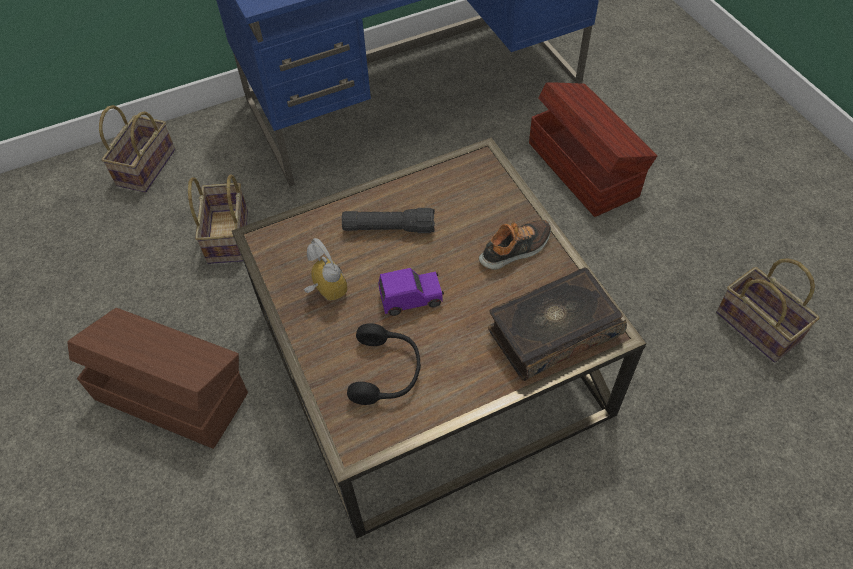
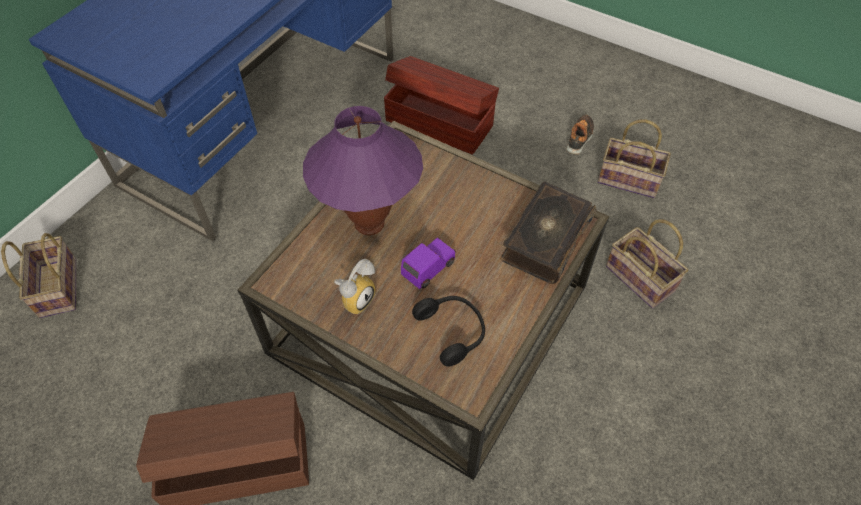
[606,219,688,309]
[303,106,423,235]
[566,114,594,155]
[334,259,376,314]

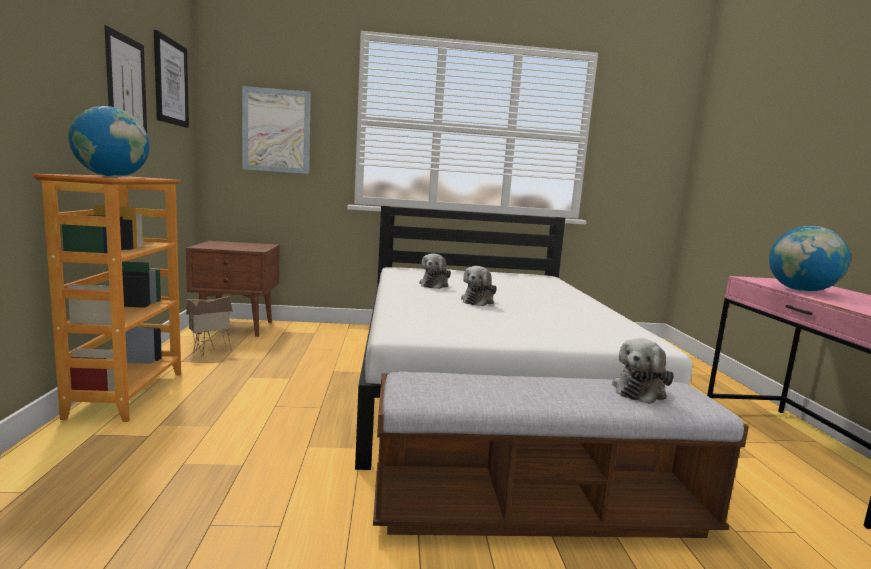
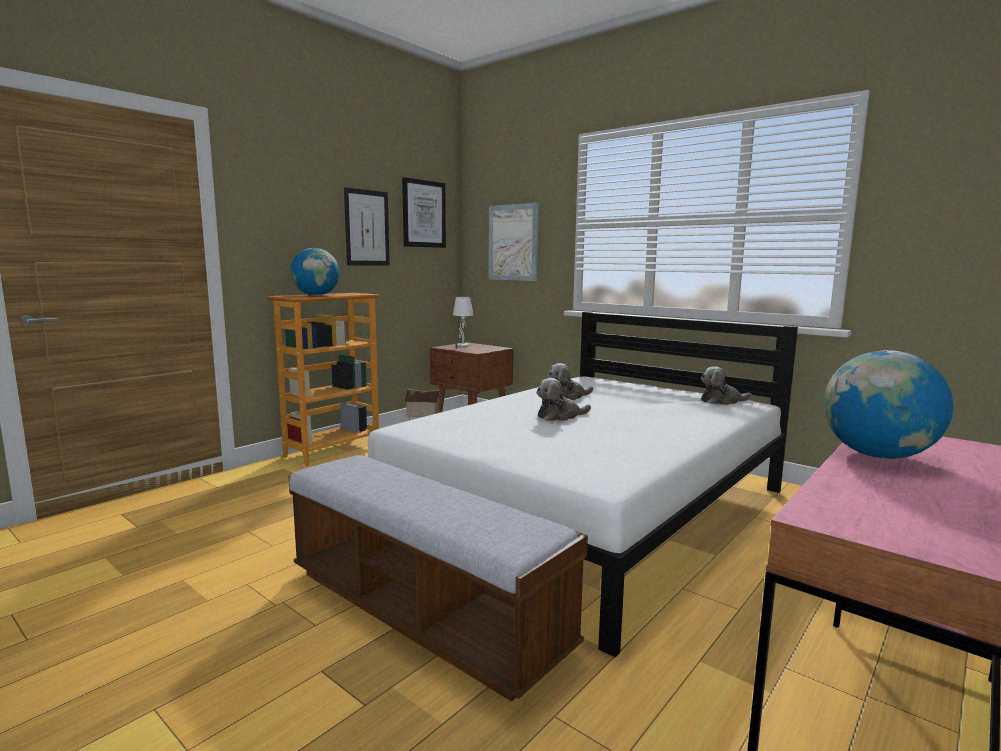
[701,366,752,405]
[453,297,473,347]

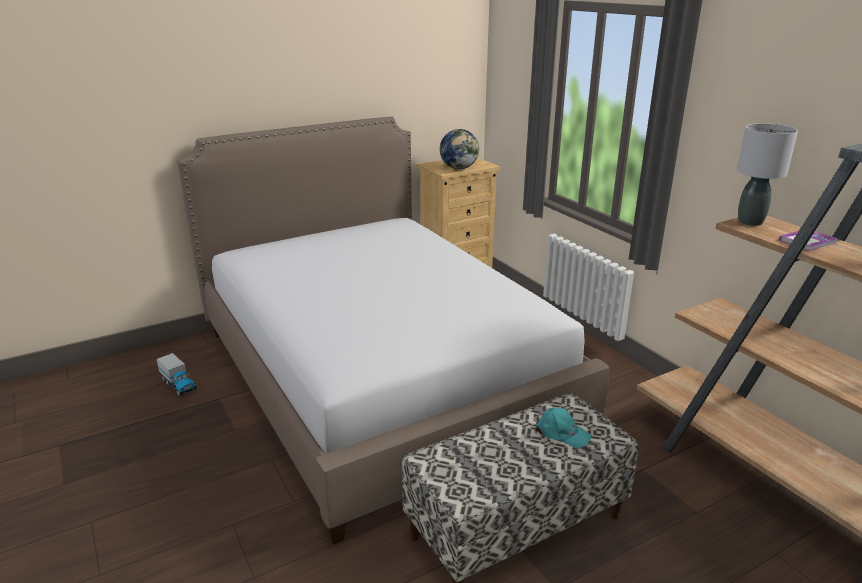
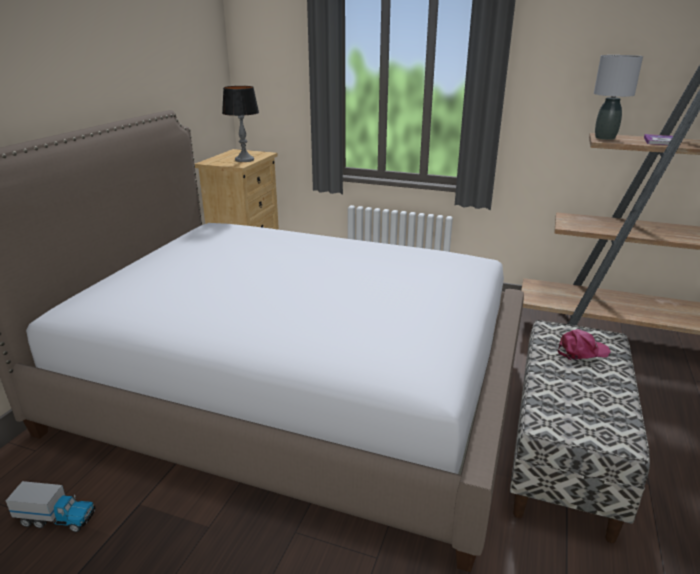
[222,86,259,162]
[558,329,611,361]

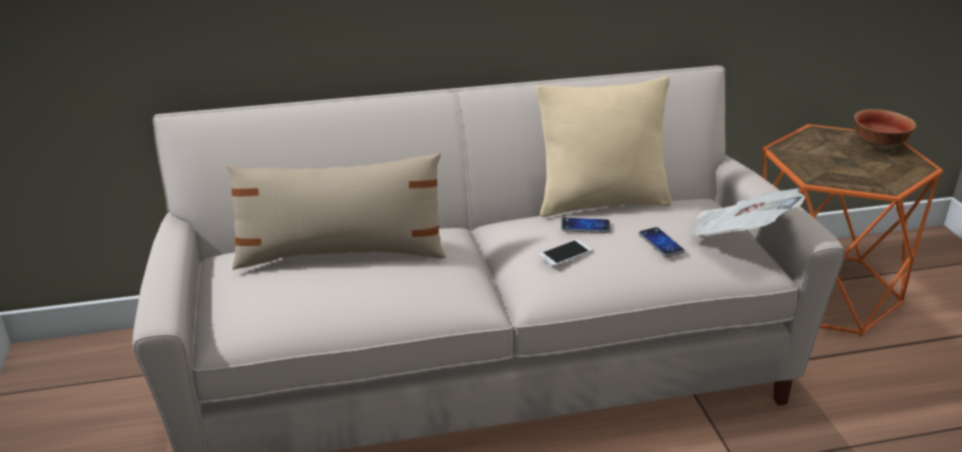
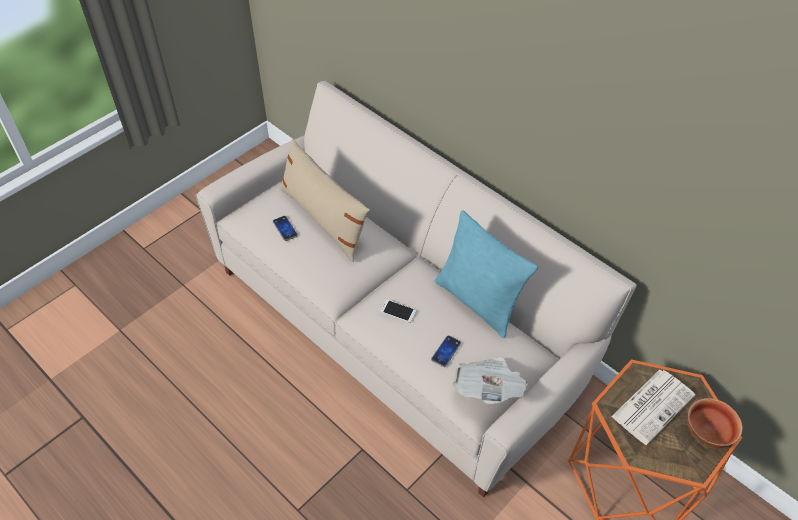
[435,210,538,338]
[273,216,298,241]
[611,370,695,445]

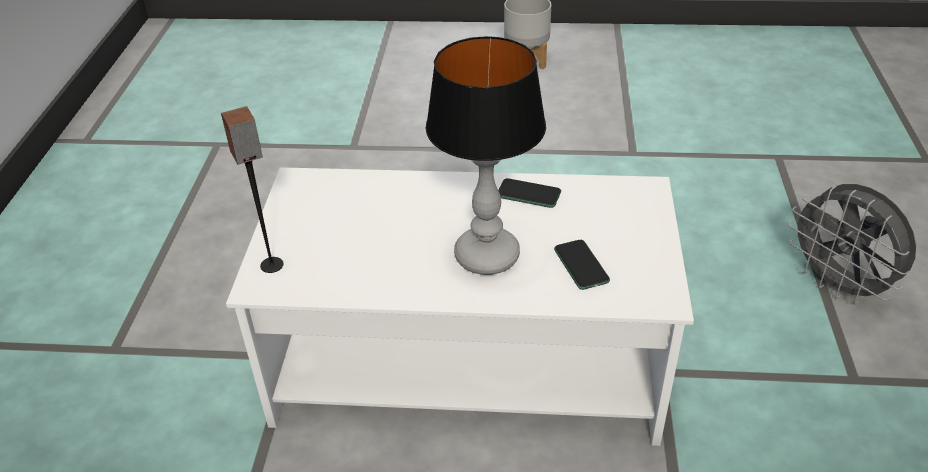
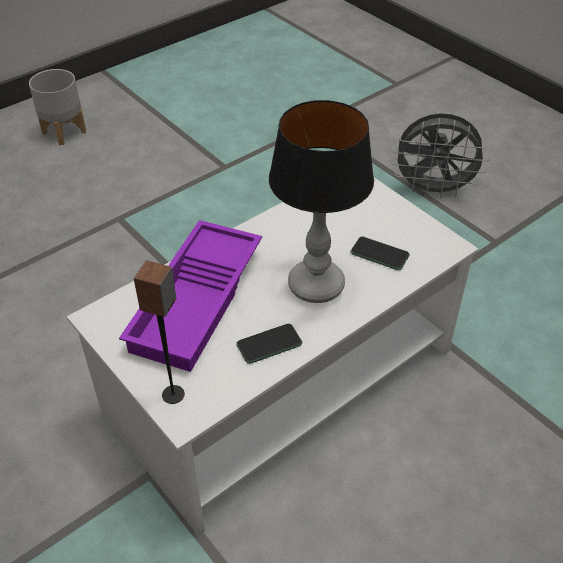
[236,324,302,364]
[119,220,262,372]

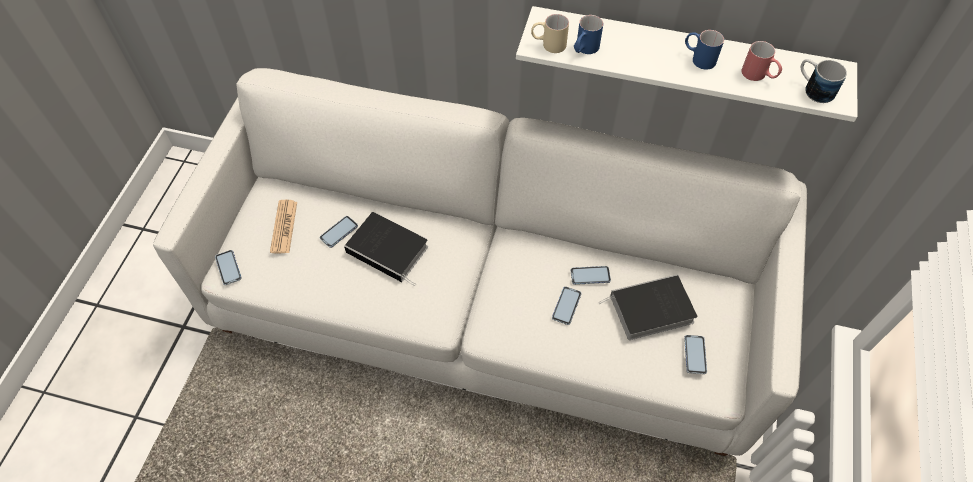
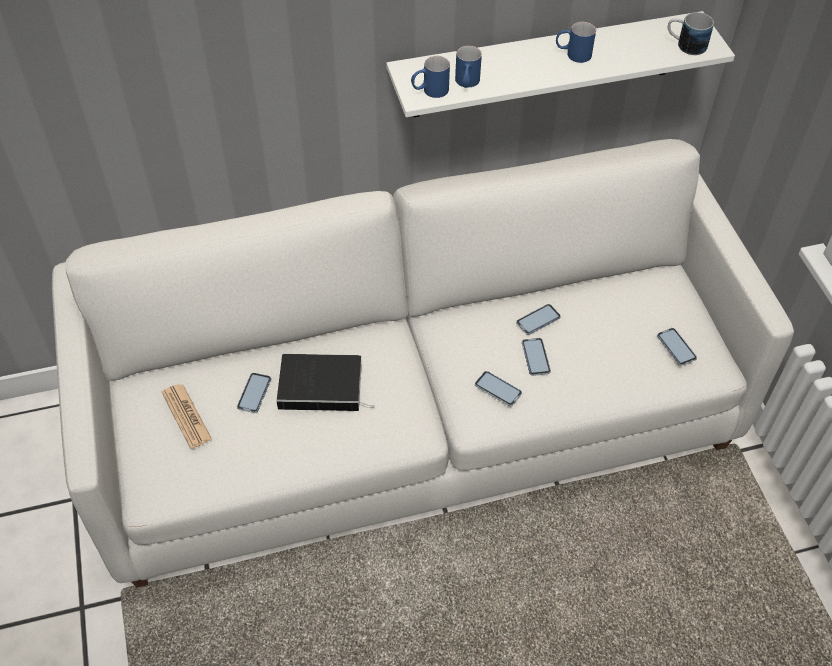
[411,56,450,98]
[741,41,782,81] (first image)
[475,371,522,406]
[599,274,697,340] (first image)

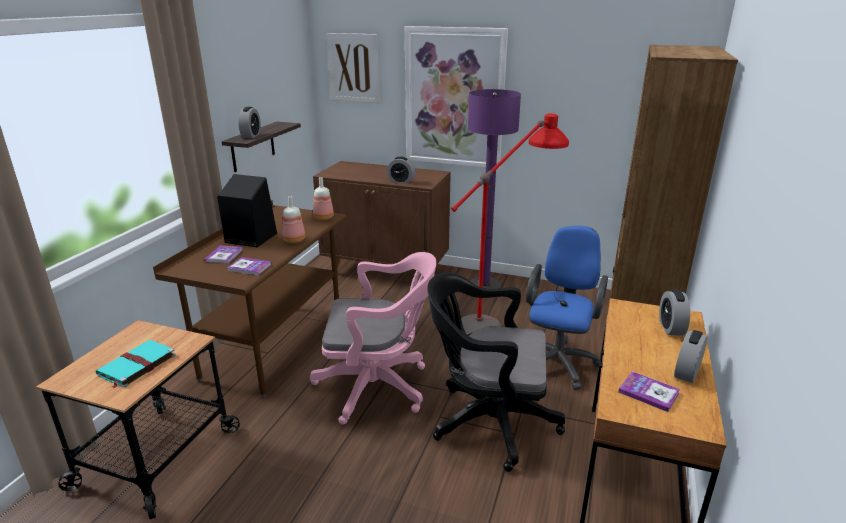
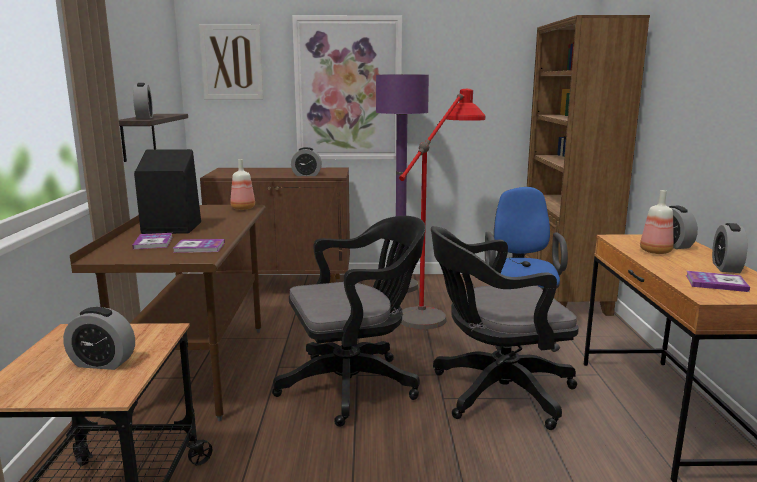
[640,190,674,254]
[272,216,425,427]
[63,307,135,370]

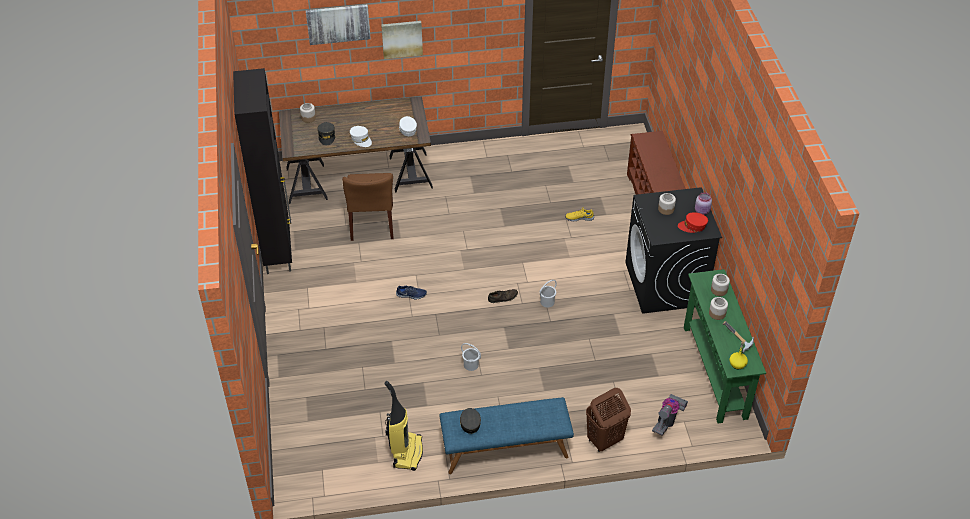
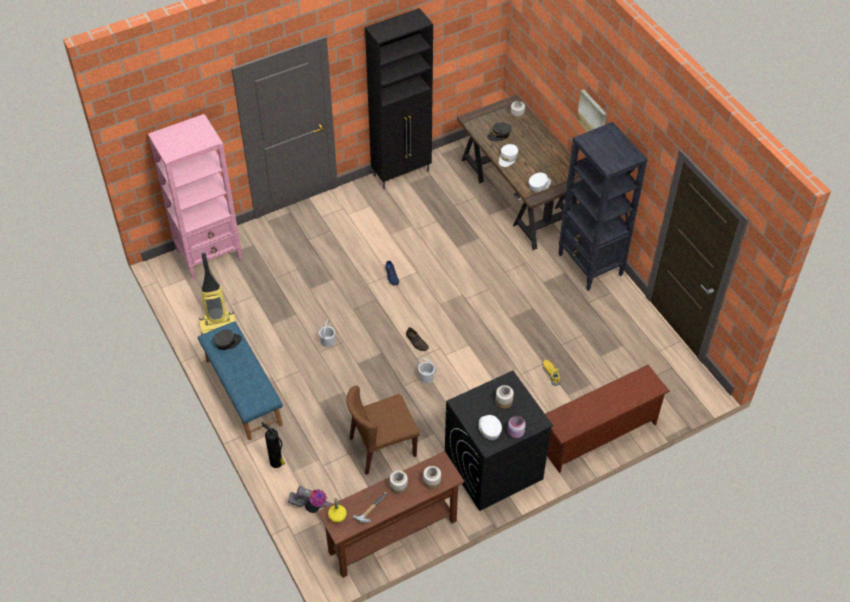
[306,4,371,45] (first image)
[346,386,419,475]
[479,415,502,440]
[317,451,465,577]
[261,422,285,468]
[148,114,242,279]
[558,122,648,291]

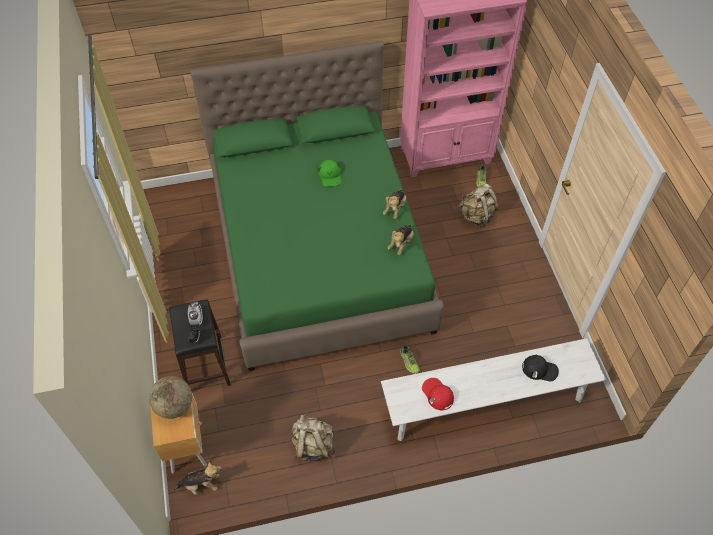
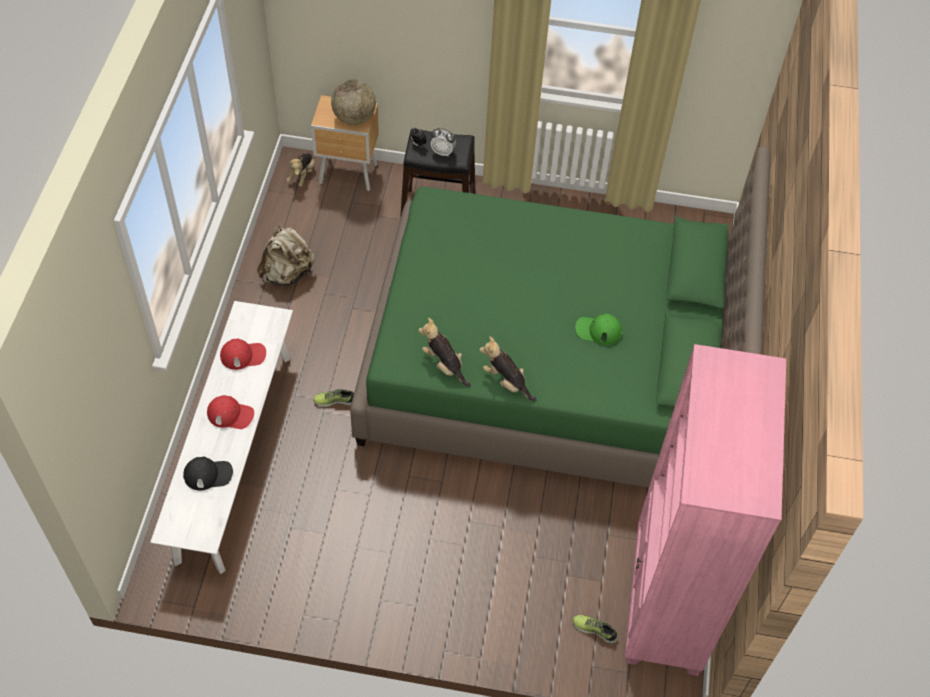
[458,183,499,228] (first image)
[183,456,233,490]
[207,395,254,429]

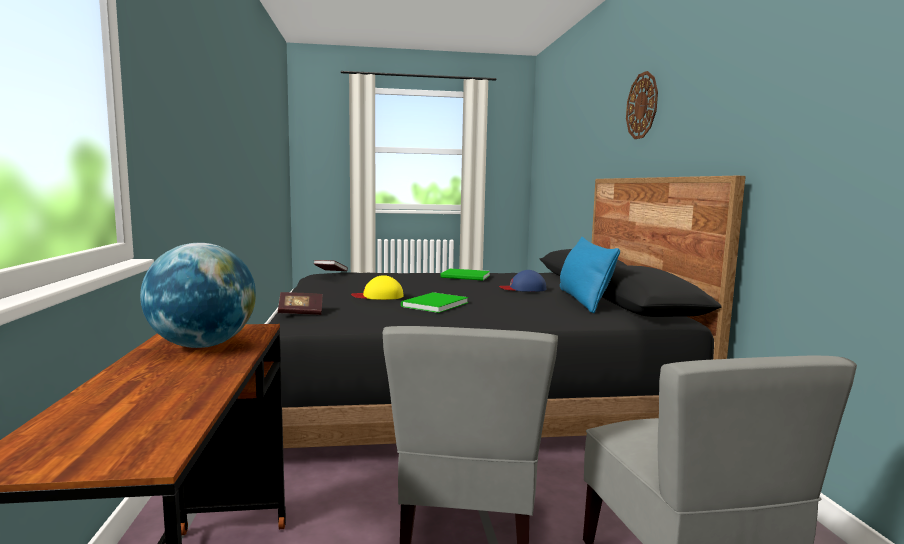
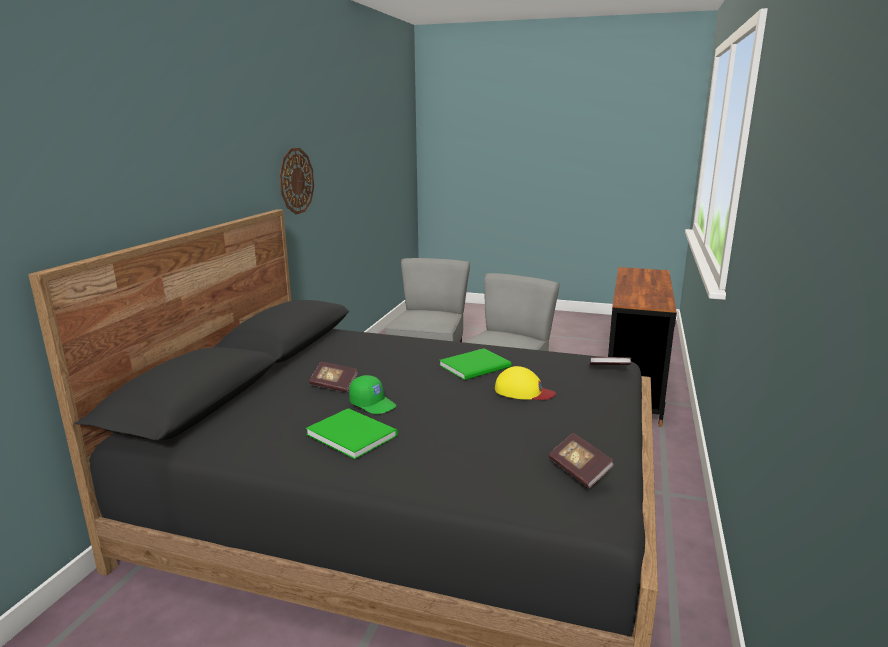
[279,148,314,214]
[560,237,620,313] (first image)
[140,243,256,348] (first image)
[309,362,358,393]
[349,375,396,414]

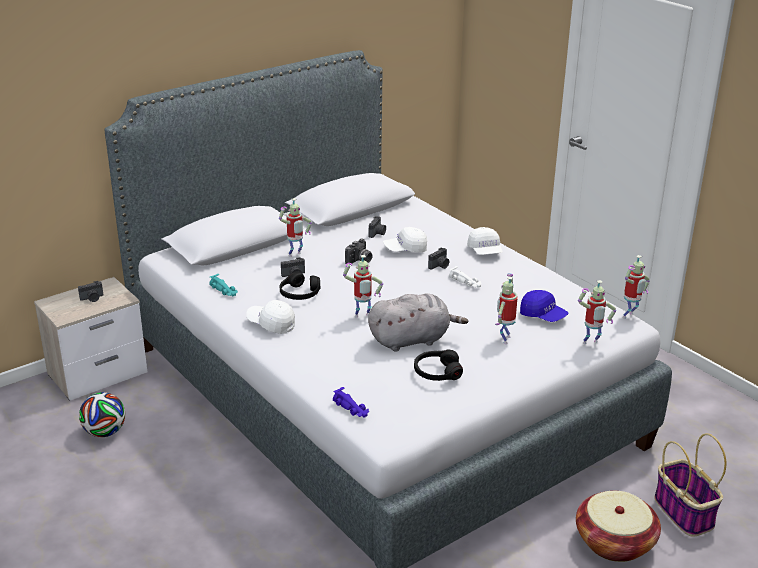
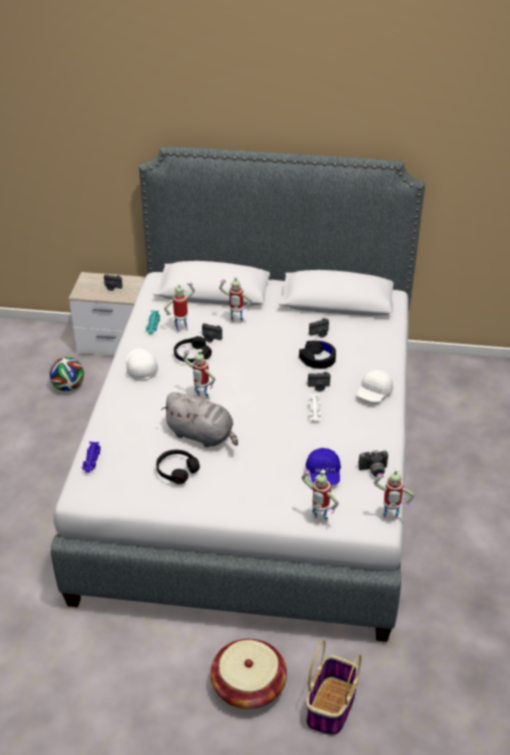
[299,341,336,369]
[358,450,388,477]
[164,282,195,333]

